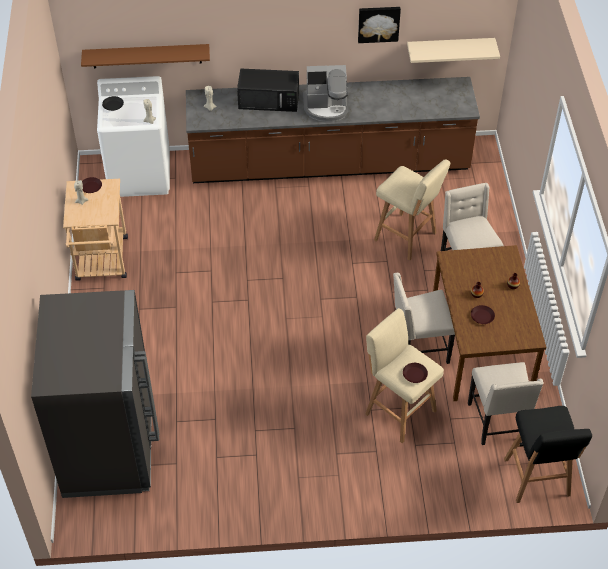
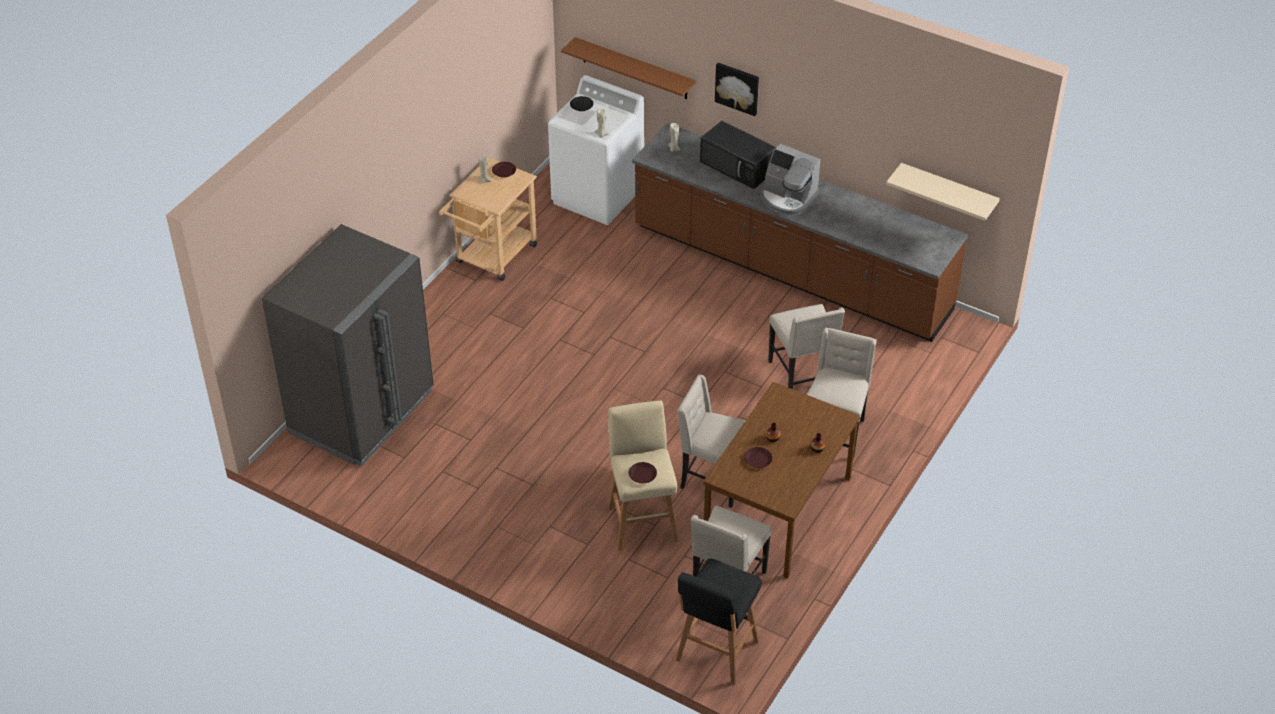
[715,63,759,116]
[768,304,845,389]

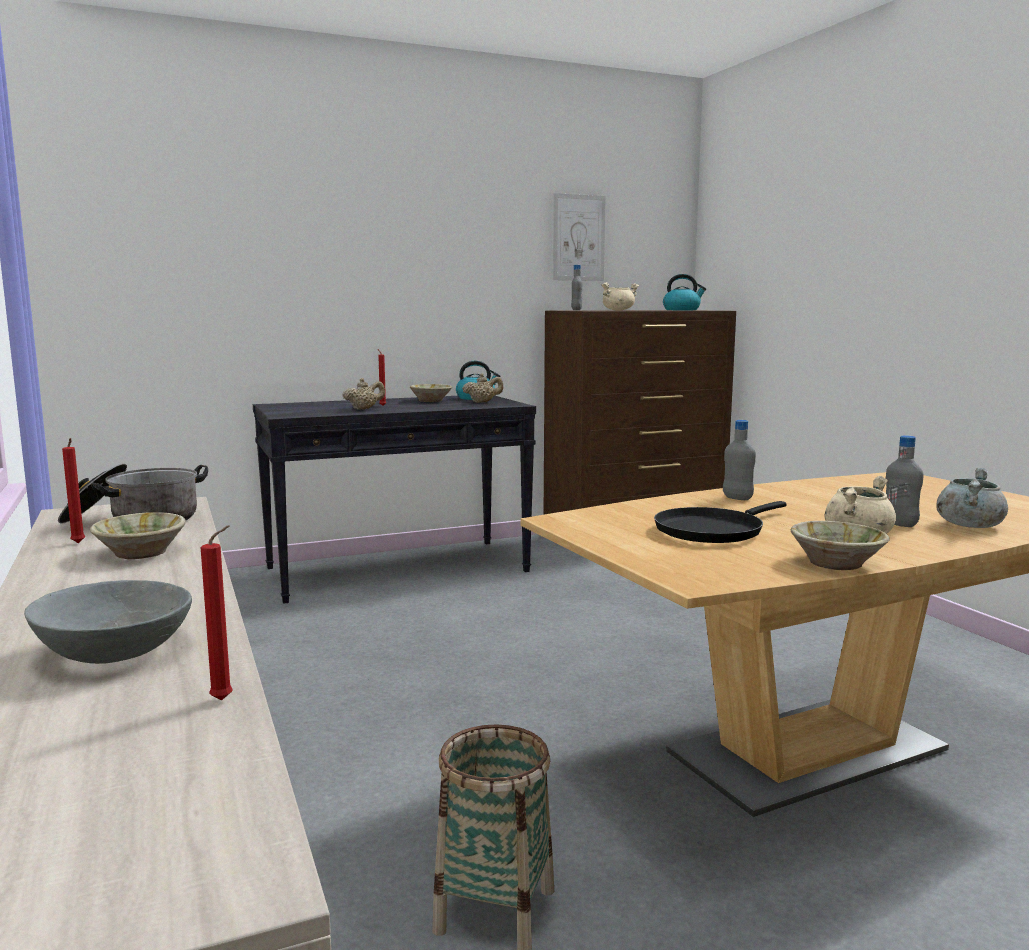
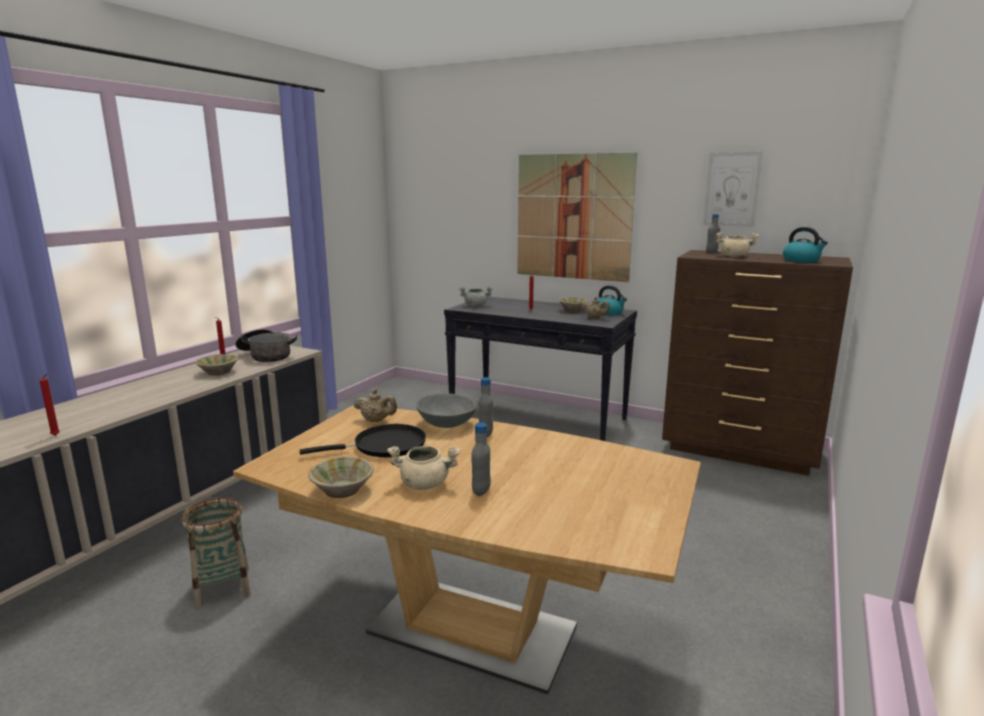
[354,389,397,422]
[459,287,493,307]
[299,424,426,457]
[416,393,476,428]
[517,153,637,282]

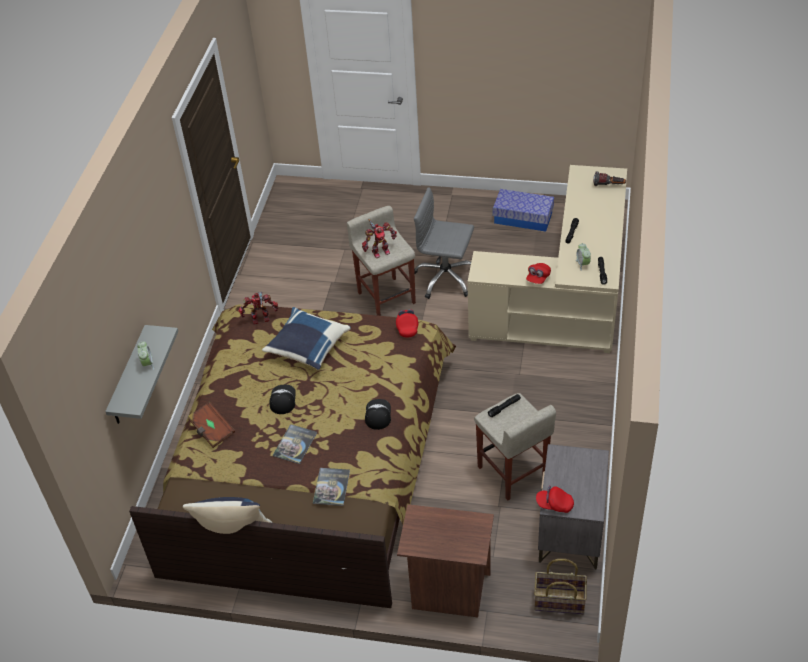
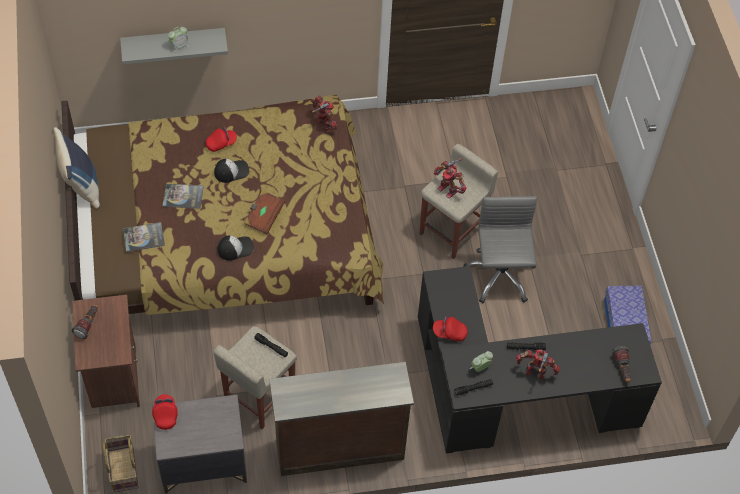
[418,266,662,453]
[262,307,351,370] (first image)
[206,127,237,152]
[244,190,285,234]
[72,304,98,339]
[516,349,560,379]
[269,362,414,476]

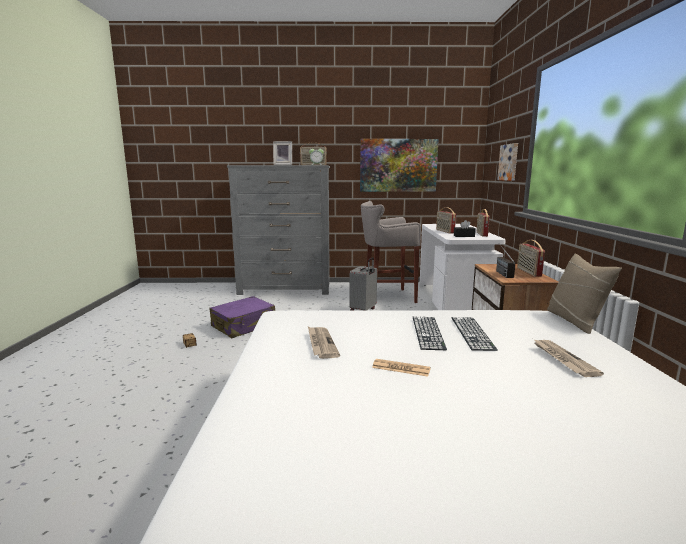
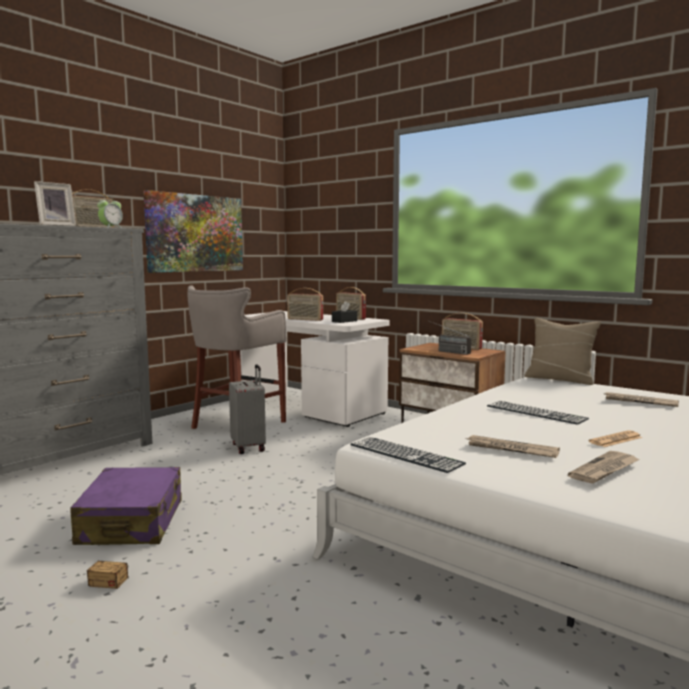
[497,143,518,181] (first image)
[350,437,466,473]
[568,451,640,484]

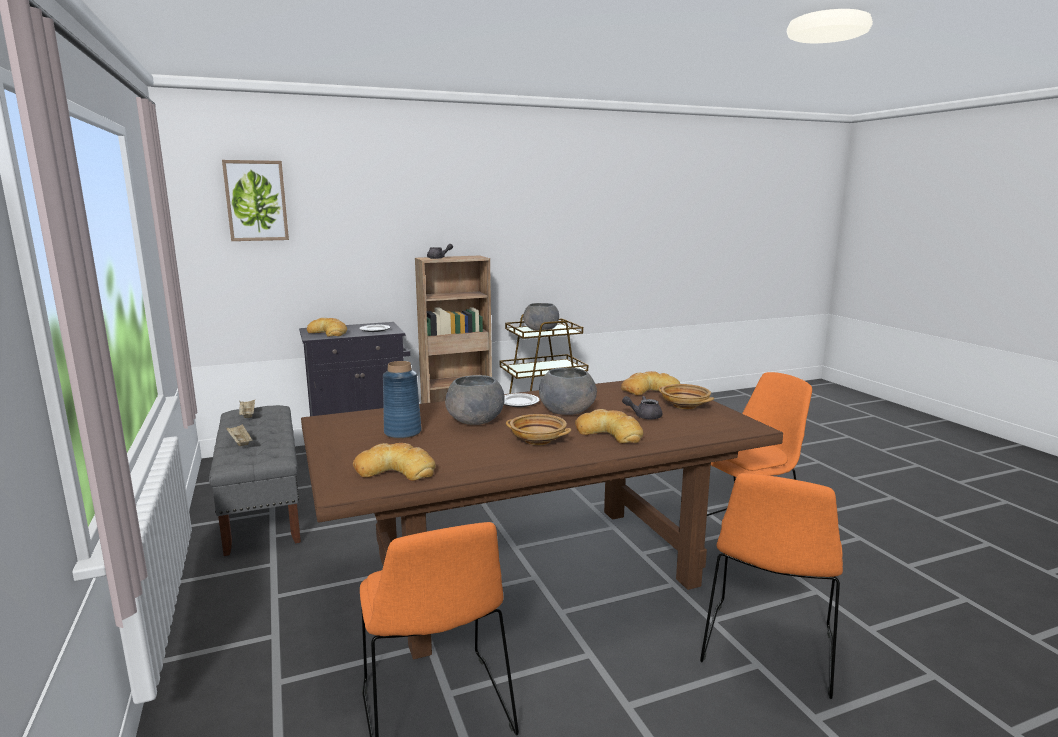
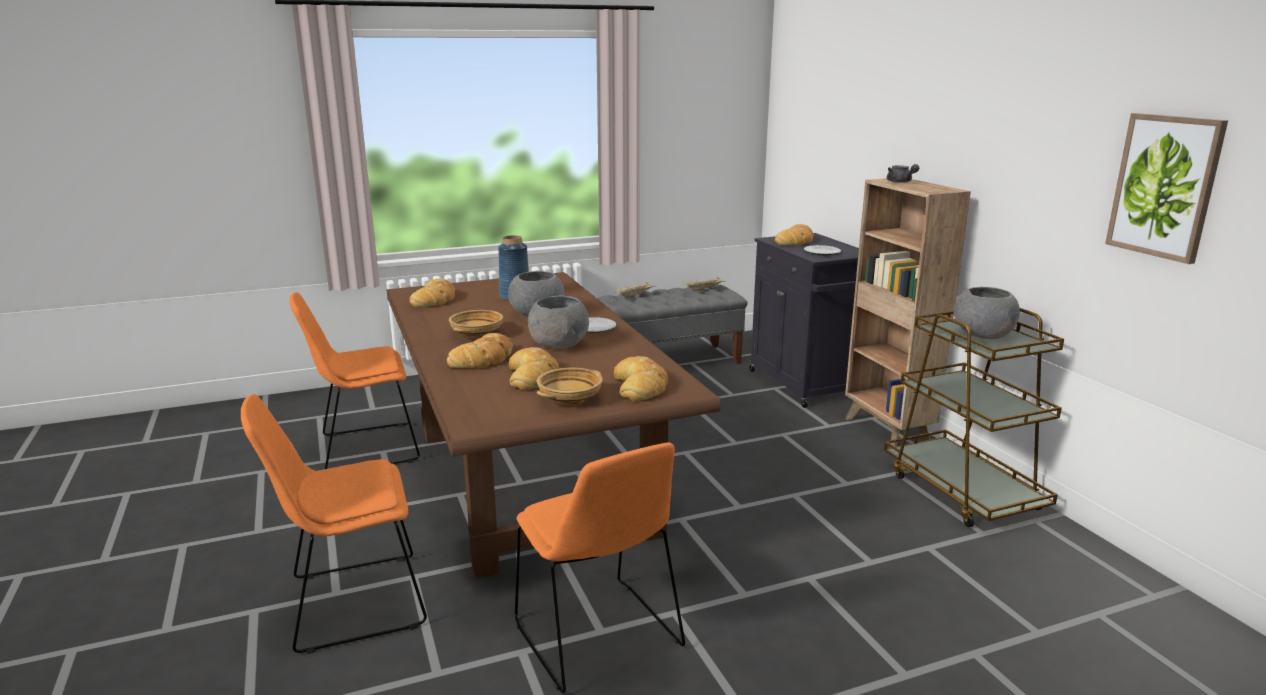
[1105,113,1228,264]
[509,347,559,391]
[241,394,427,654]

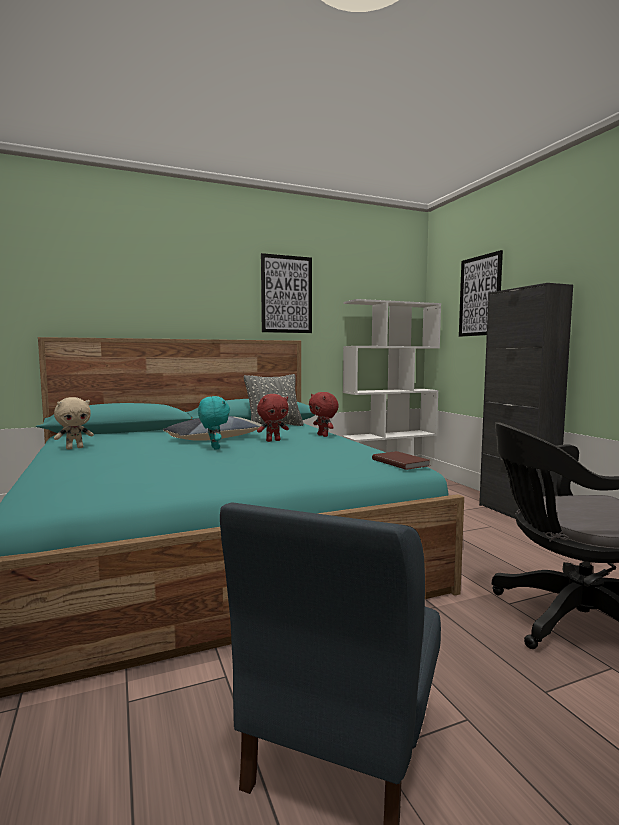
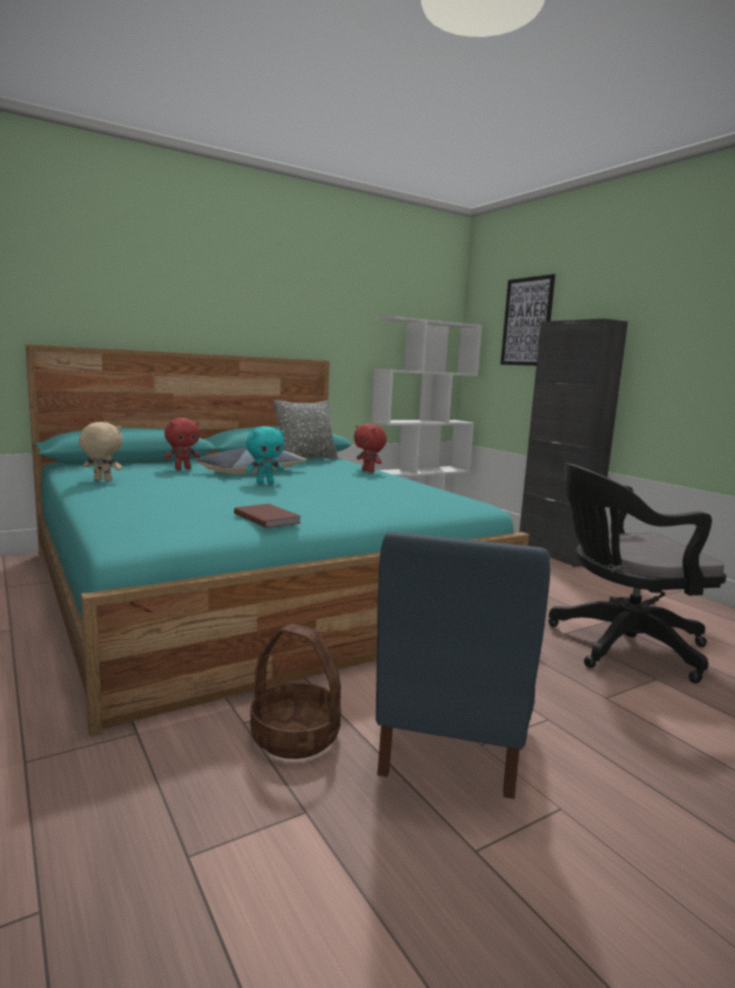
[261,253,312,333] (first image)
[164,418,200,470]
[245,426,284,484]
[79,422,123,481]
[234,503,300,528]
[250,624,341,759]

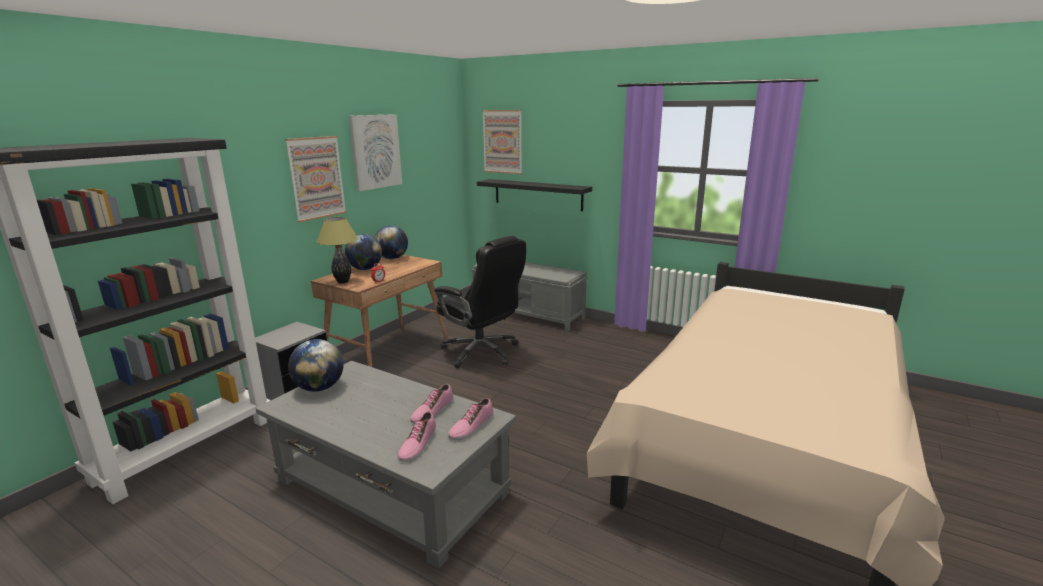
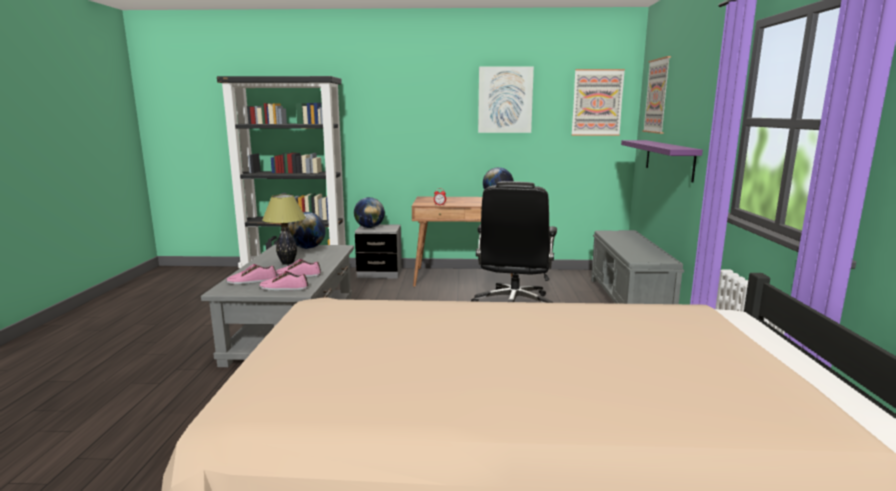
[571,69,625,136]
[621,140,703,183]
[262,194,306,265]
[354,197,385,228]

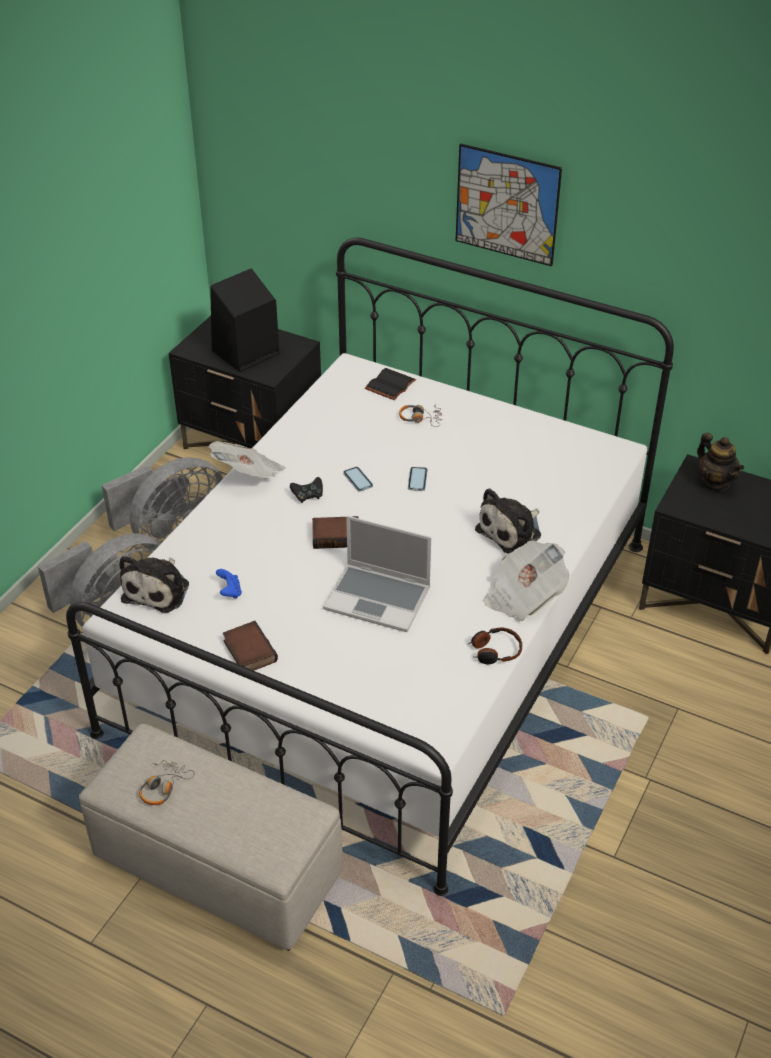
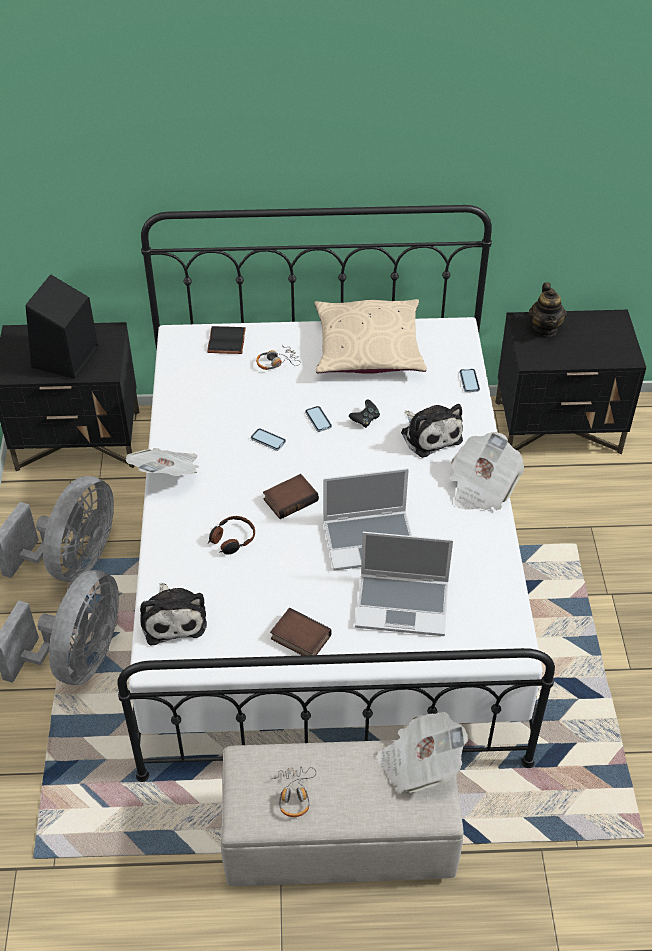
[456,143,562,267] (first image)
[528,282,567,337]
[349,399,380,428]
[401,404,463,458]
[216,569,242,599] (first image)
[208,516,255,555]
[314,299,427,374]
[459,369,480,392]
[355,532,453,636]
[376,712,468,794]

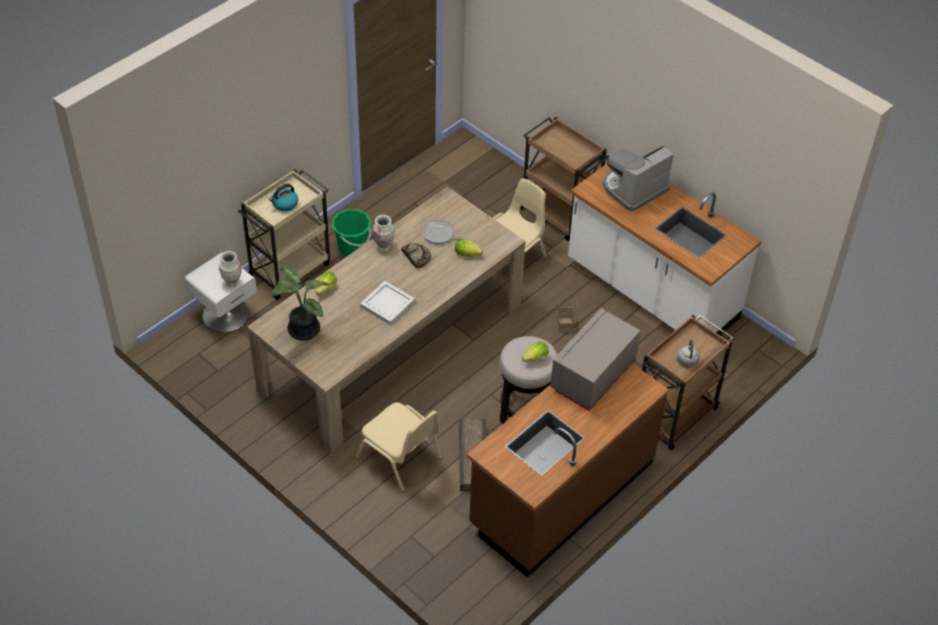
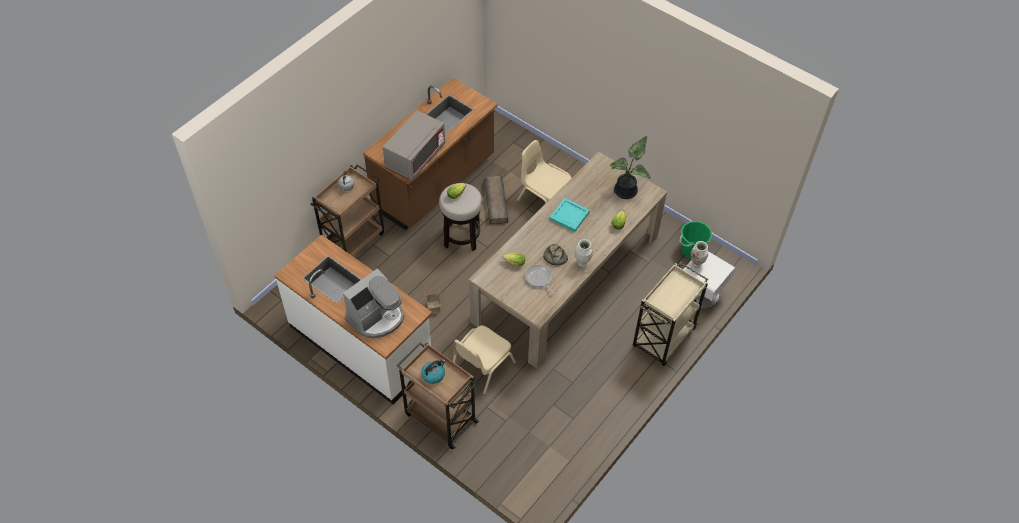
[421,359,445,384]
[680,221,712,258]
[525,265,554,294]
[550,198,590,232]

